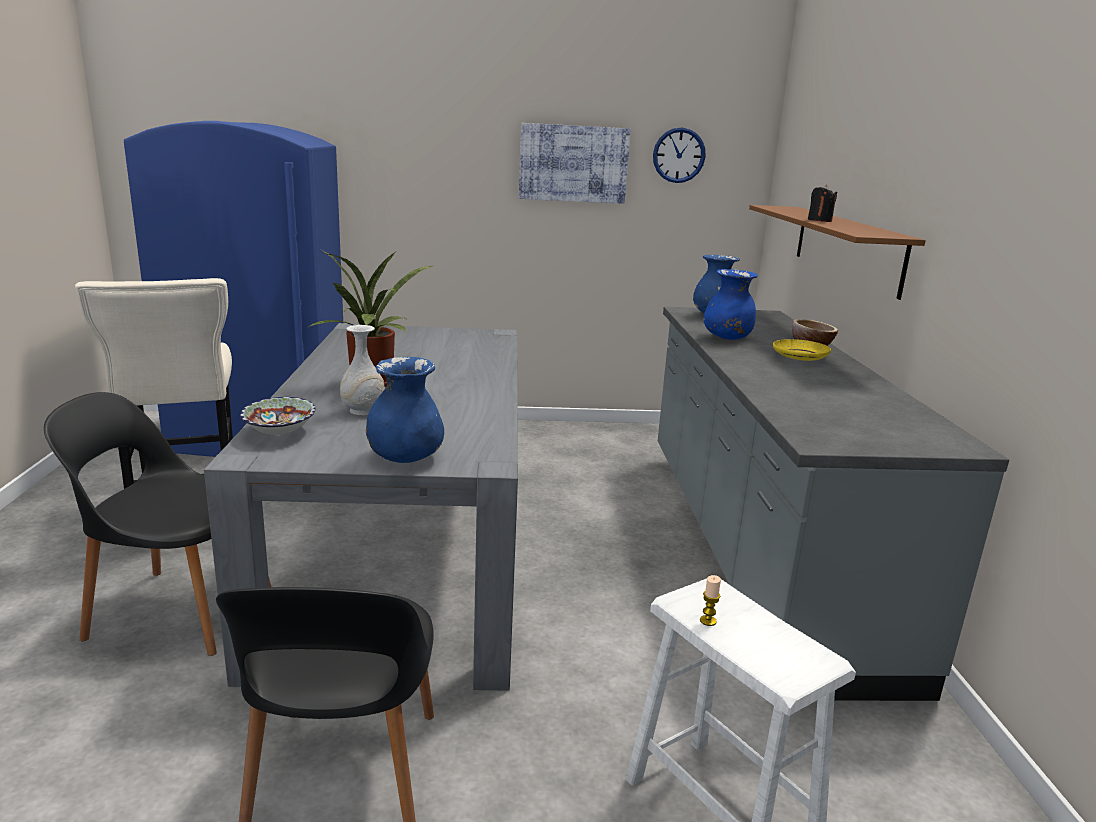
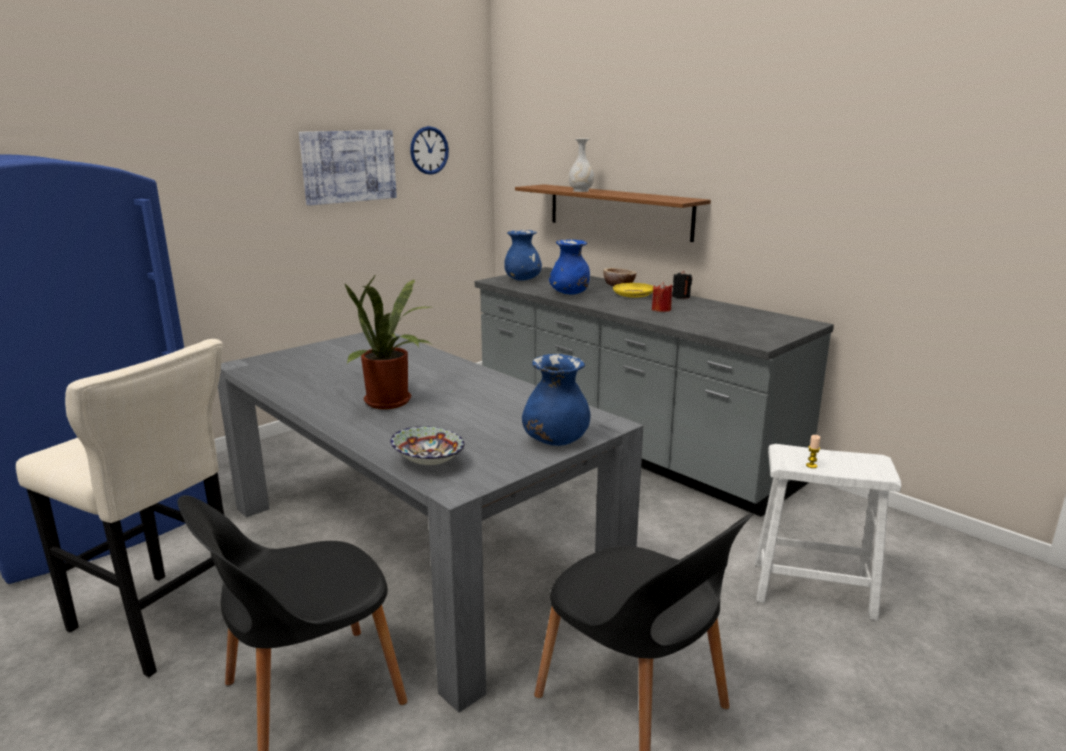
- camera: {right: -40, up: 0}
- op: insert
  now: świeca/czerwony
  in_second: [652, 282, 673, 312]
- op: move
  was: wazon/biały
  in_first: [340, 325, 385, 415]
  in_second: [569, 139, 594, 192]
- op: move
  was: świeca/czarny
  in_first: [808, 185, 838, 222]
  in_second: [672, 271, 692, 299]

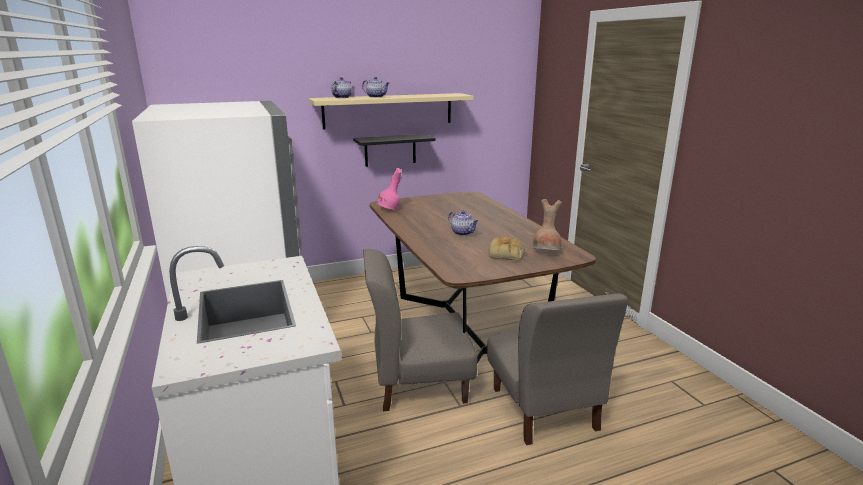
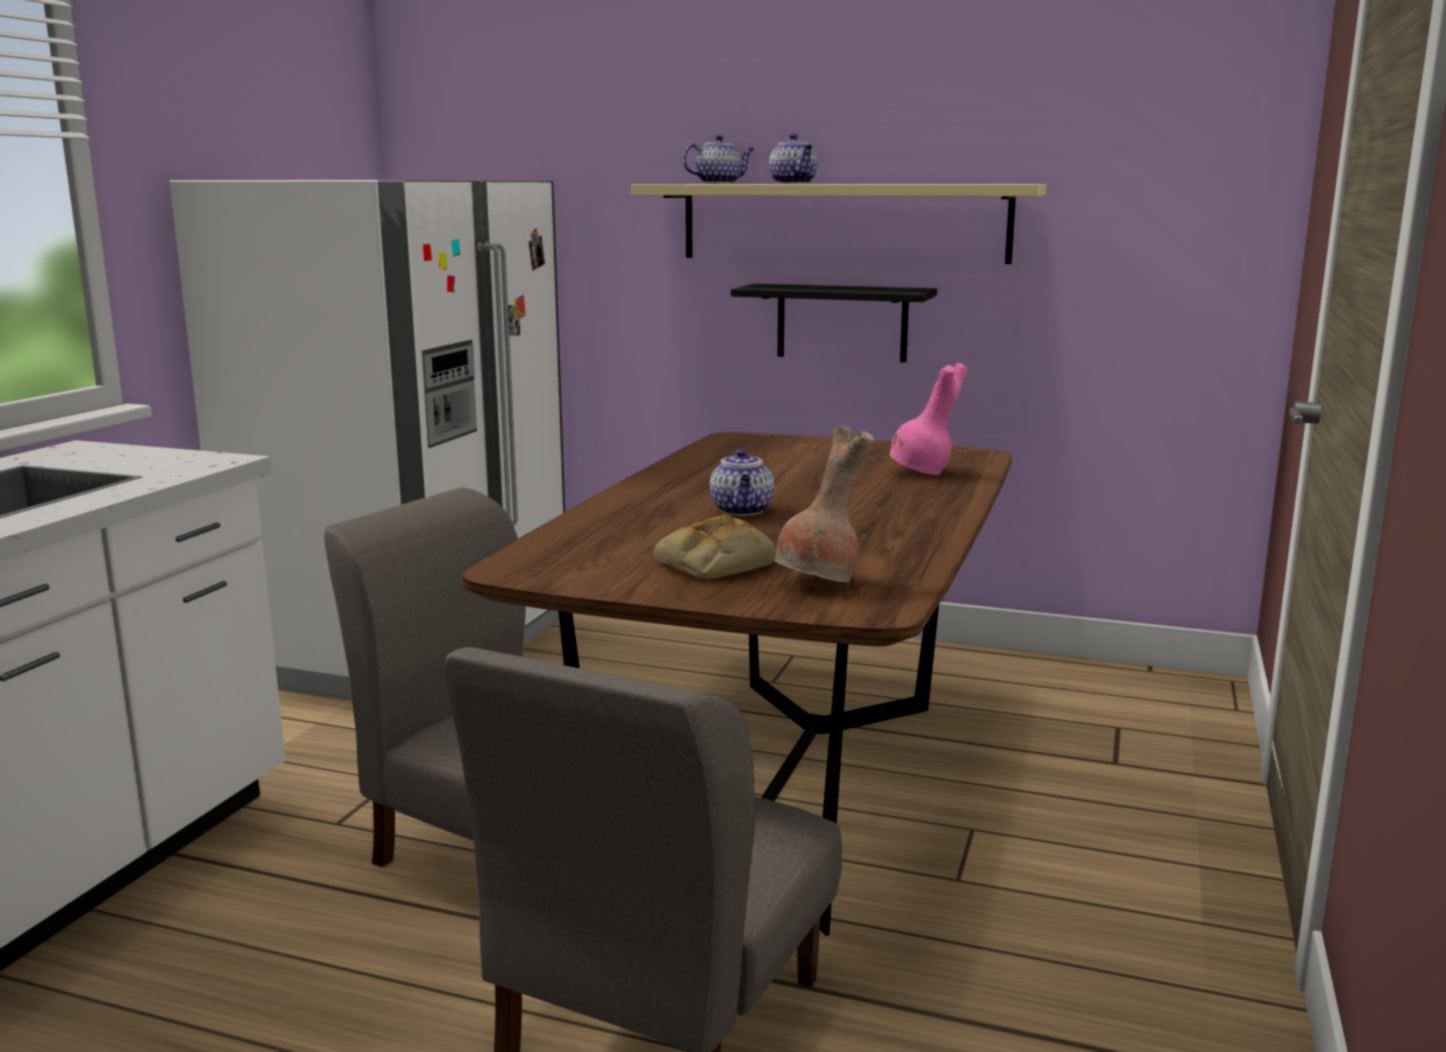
- camera: {right: 40, up: -5}
- op: move
  was: wazon/różowy
  in_first: [377, 168, 401, 210]
  in_second: [890, 363, 968, 475]

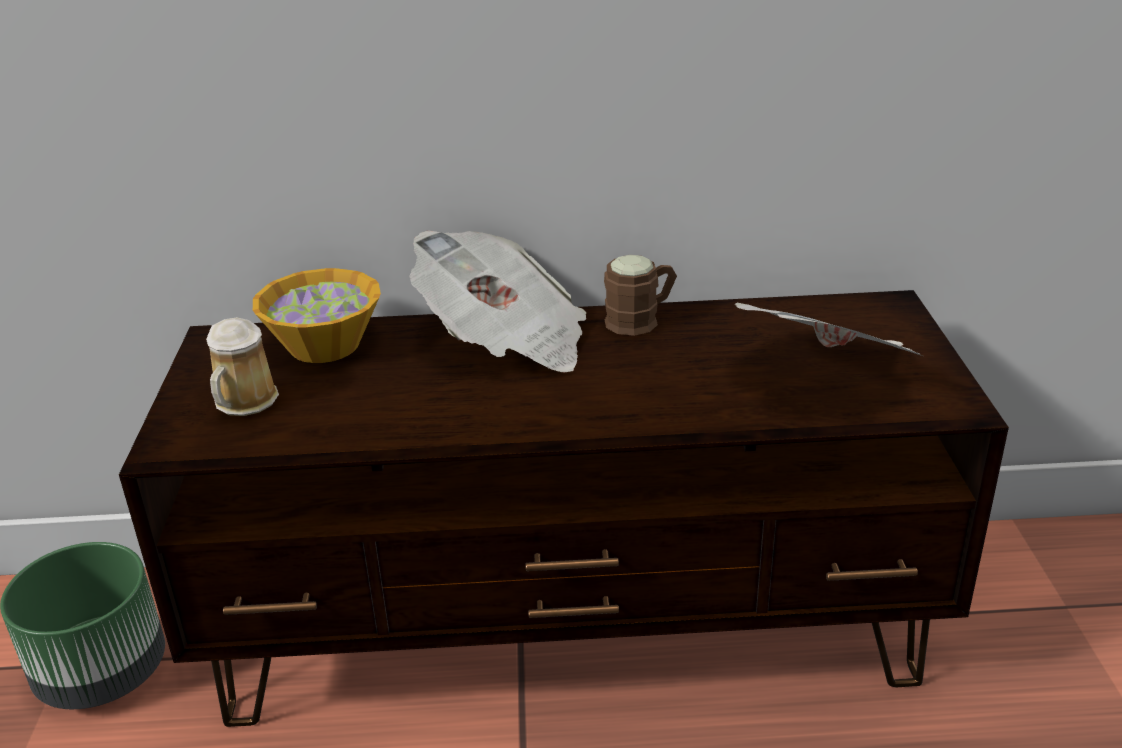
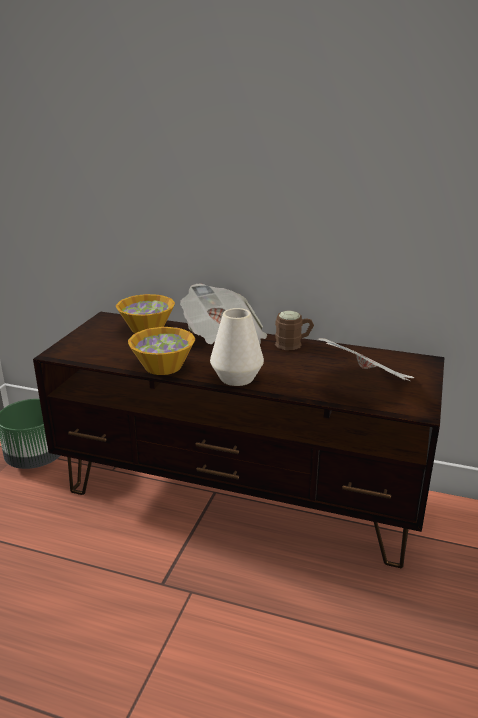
- camera: {right: 20, up: -5}
- op: delete
  was: kubek
  in_first: [206, 317, 279, 416]
- op: insert
  now: miska
  in_second: [128, 327, 195, 375]
- op: insert
  now: wazon/biały
  in_second: [210, 308, 264, 386]

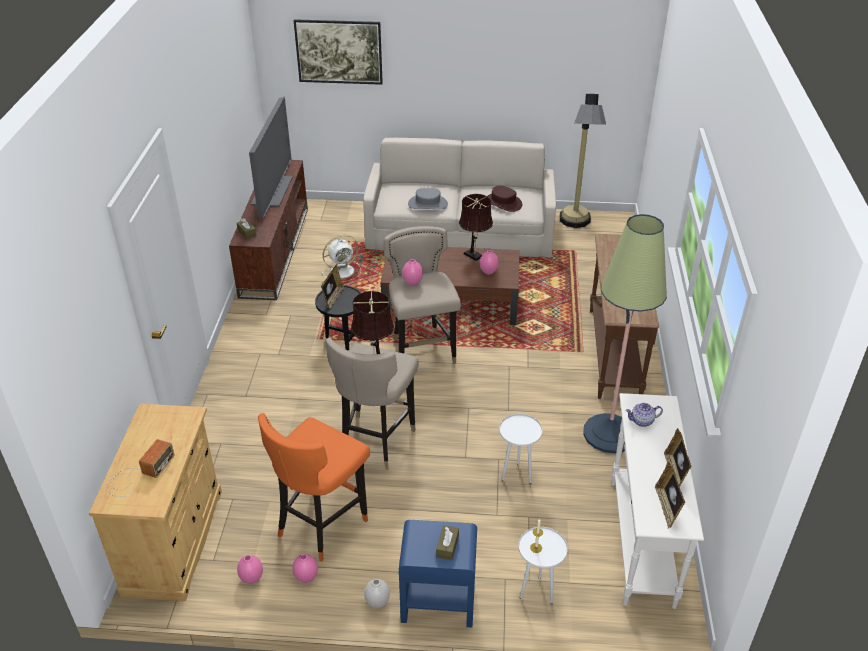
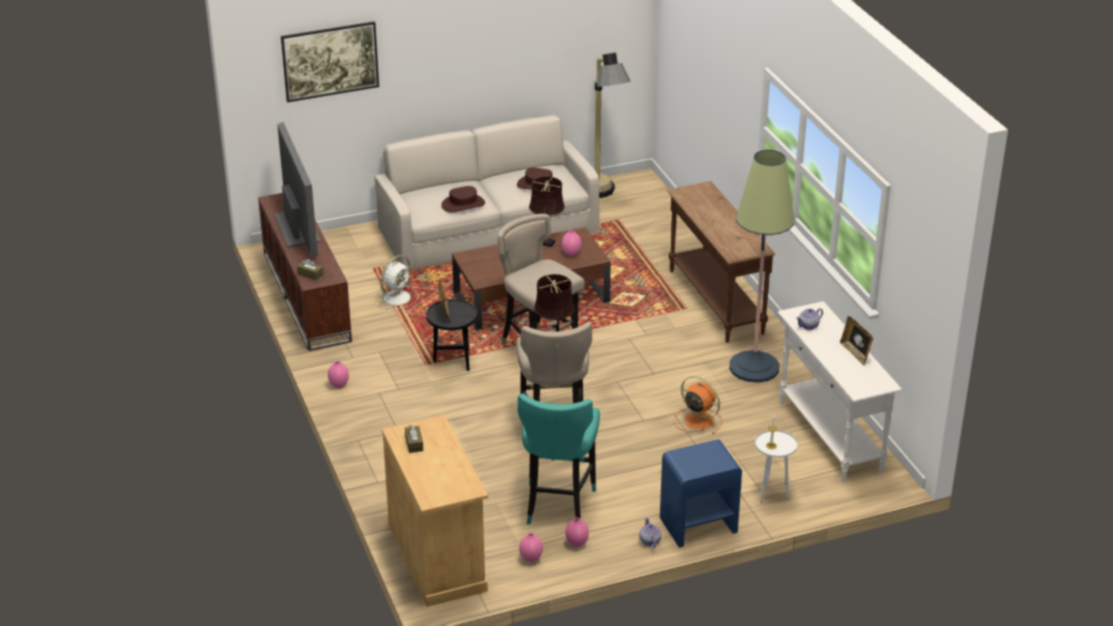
- camera: {right: -25, up: -5}
- op: delete
  was: radio
  in_first: [106, 439, 175, 497]
- op: delete
  was: ramka na zdjęcie
  in_first: [655, 462, 685, 528]
- op: move
  was: wazon/różowy
  in_first: [402, 259, 423, 286]
  in_second: [328, 361, 349, 388]
- op: move
  was: pudełko chusteczek/brązowy
  in_first: [436, 525, 459, 560]
  in_second: [405, 425, 423, 453]
- op: replace
  was: wazon/biały
  now: imbryk
  in_first: [364, 579, 390, 608]
  in_second: [639, 518, 661, 548]
- op: replace
  was: stolik/biały
  now: wentylator/pomarańczowy
  in_first: [499, 414, 542, 484]
  in_second: [674, 376, 722, 434]
- op: recolor
  was: stołek/pomarańczowy
  now: stołek/turkusowy
  in_first: [258, 413, 370, 561]
  in_second: [518, 393, 600, 525]
- op: recolor
  was: kapelusz/szary
  now: kapelusz/brązowy
  in_first: [408, 188, 448, 209]
  in_second: [441, 186, 485, 213]

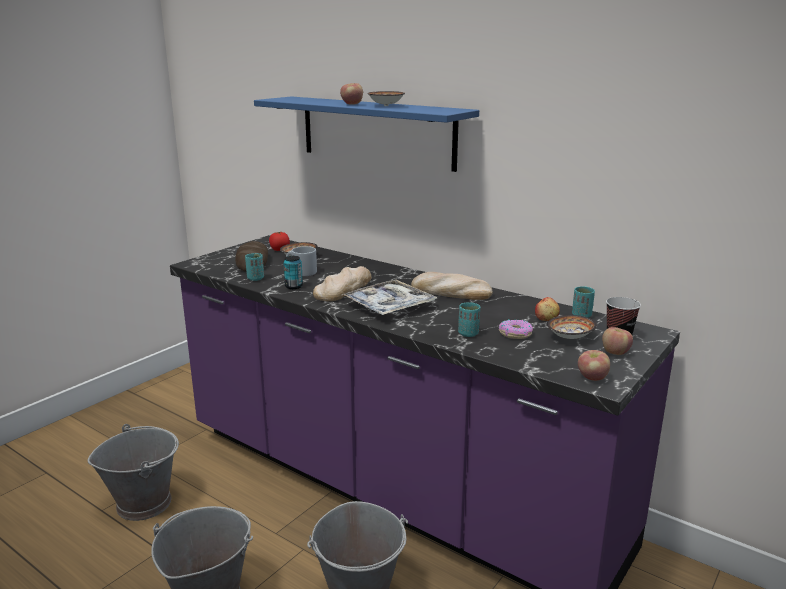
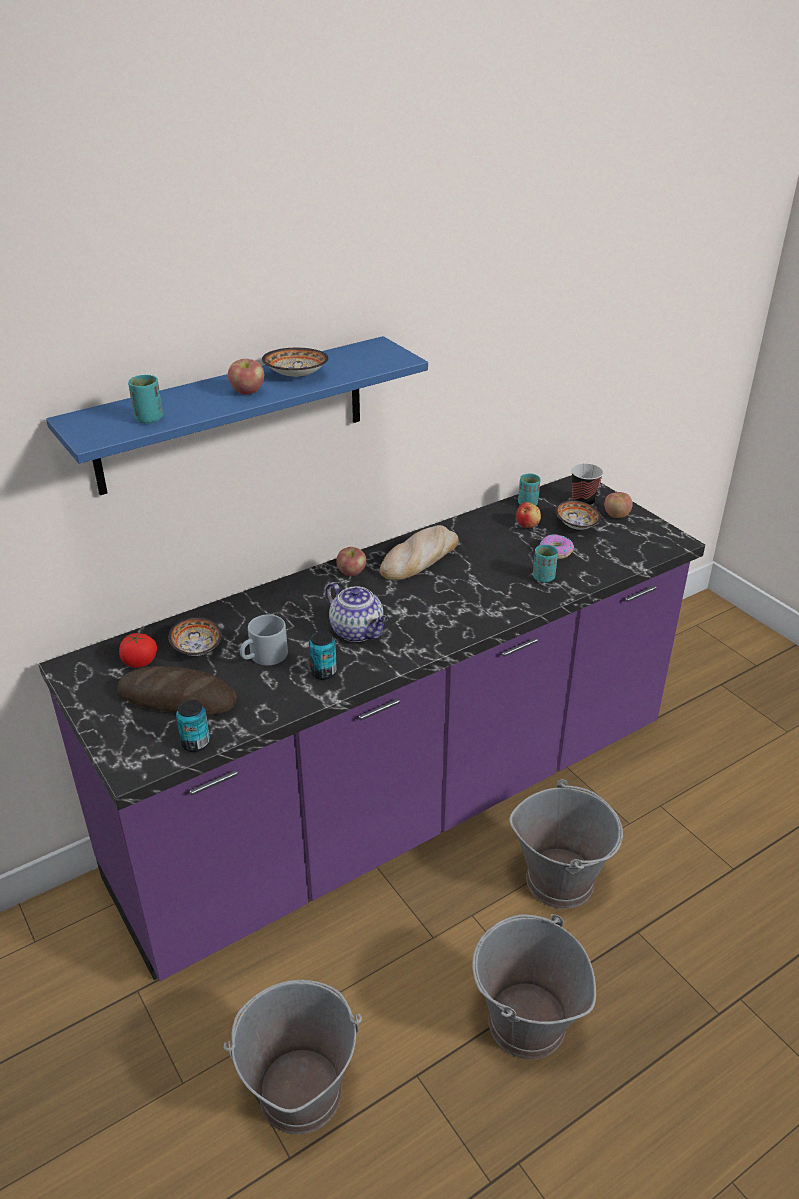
- camera: {right: -70, up: 15}
- op: delete
  was: taca
  in_first: [342, 279, 437, 315]
- op: insert
  now: puszka
  in_second: [176, 700, 210, 752]
- op: move
  was: filiżanka/turkusowy
  in_first: [245, 253, 264, 281]
  in_second: [128, 375, 163, 424]
- op: move
  was: jabłko
  in_first: [578, 350, 610, 381]
  in_second: [336, 547, 367, 576]
- op: replace
  was: chleb
  now: imbryk
  in_first: [313, 266, 372, 301]
  in_second: [326, 582, 388, 642]

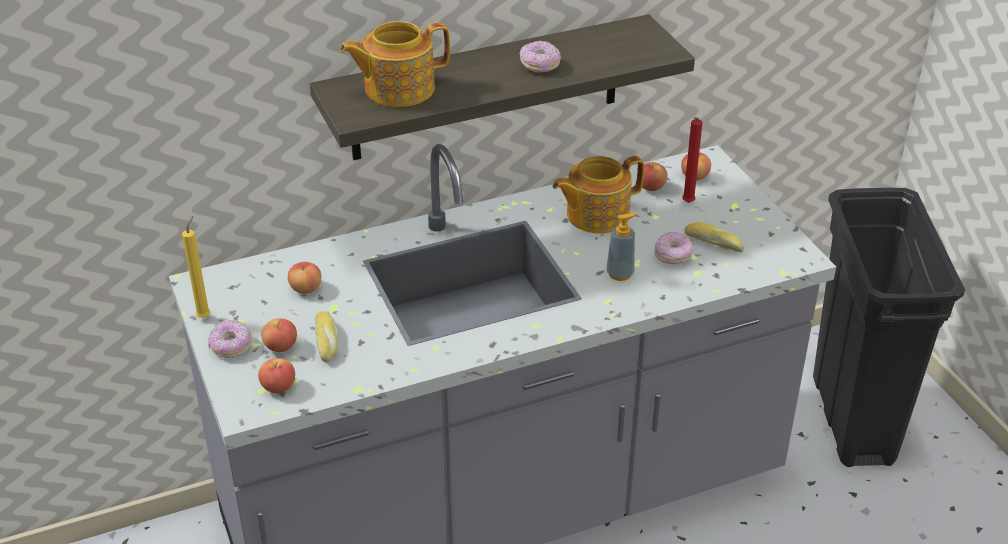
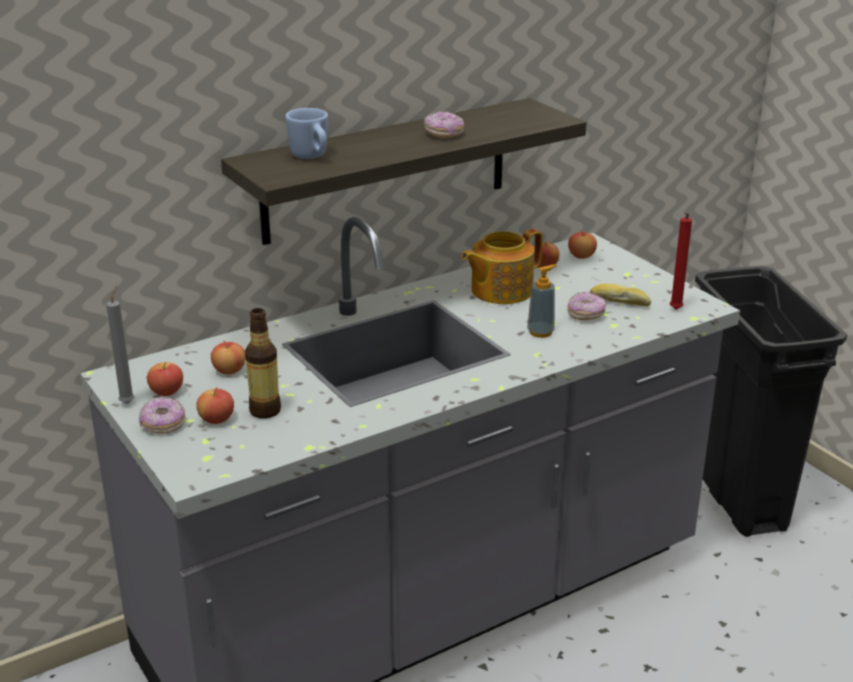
- camera: {right: -10, up: -10}
- op: move
  was: jabłko
  in_first: [258, 358, 295, 393]
  in_second: [147, 362, 183, 396]
- op: move
  was: świeca/czerwony
  in_first: [682, 117, 703, 203]
  in_second: [670, 213, 692, 309]
- op: replace
  was: chleb
  now: butelka
  in_first: [315, 311, 339, 363]
  in_second: [245, 308, 281, 419]
- op: replace
  was: imbryk
  now: kubek/niebieski
  in_first: [340, 21, 450, 107]
  in_second: [285, 108, 328, 159]
- op: recolor
  was: świeca/żółty
  now: świeca/szary
  in_first: [182, 216, 211, 318]
  in_second: [106, 286, 134, 404]

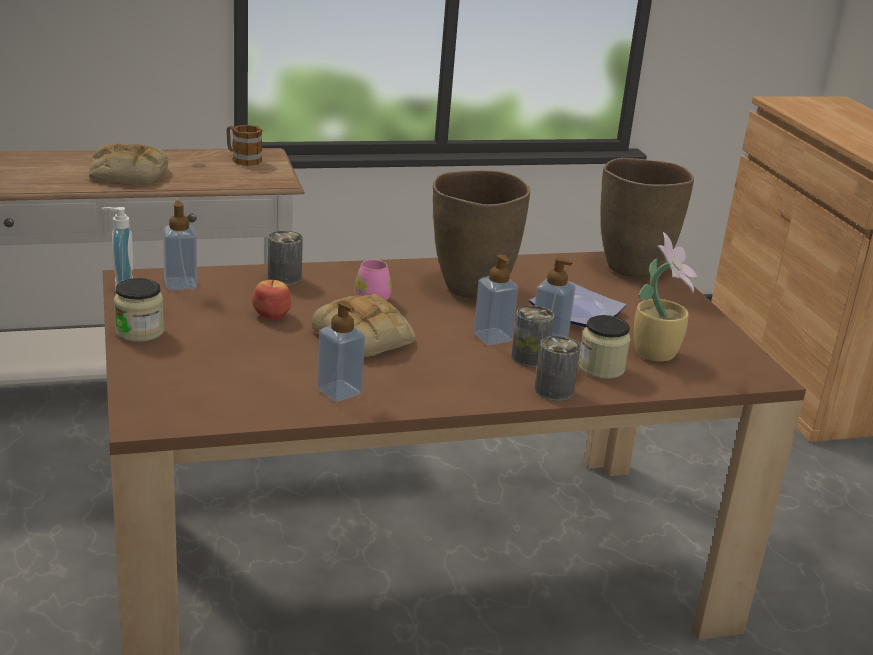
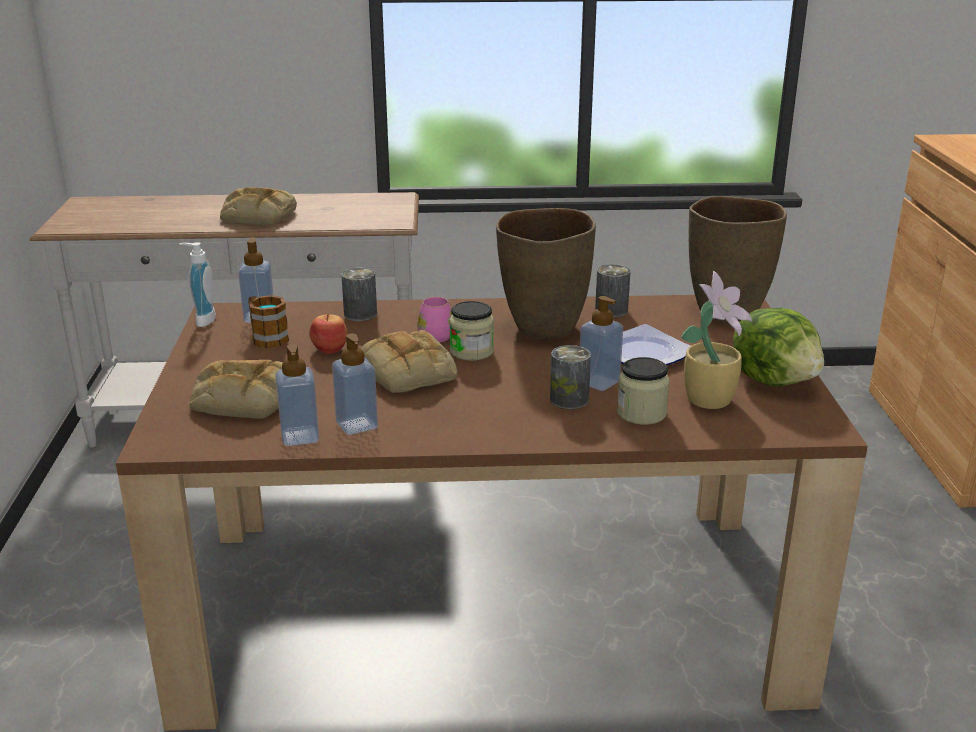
- camera: {right: 15, up: 0}
- op: insert
  now: chleb
  in_second: [189, 360, 283, 419]
- op: insert
  now: sałata
  in_second: [733, 308, 824, 386]
- op: move
  was: słoik
  in_first: [114, 278, 164, 342]
  in_second: [449, 301, 494, 361]
- op: move
  was: kubek
  in_first: [226, 125, 262, 166]
  in_second: [248, 295, 289, 348]
- op: move
  was: dozownik mydła
  in_first: [473, 254, 519, 345]
  in_second: [275, 344, 319, 446]
- op: move
  was: puszka
  in_first: [534, 336, 581, 401]
  in_second: [595, 264, 630, 318]

